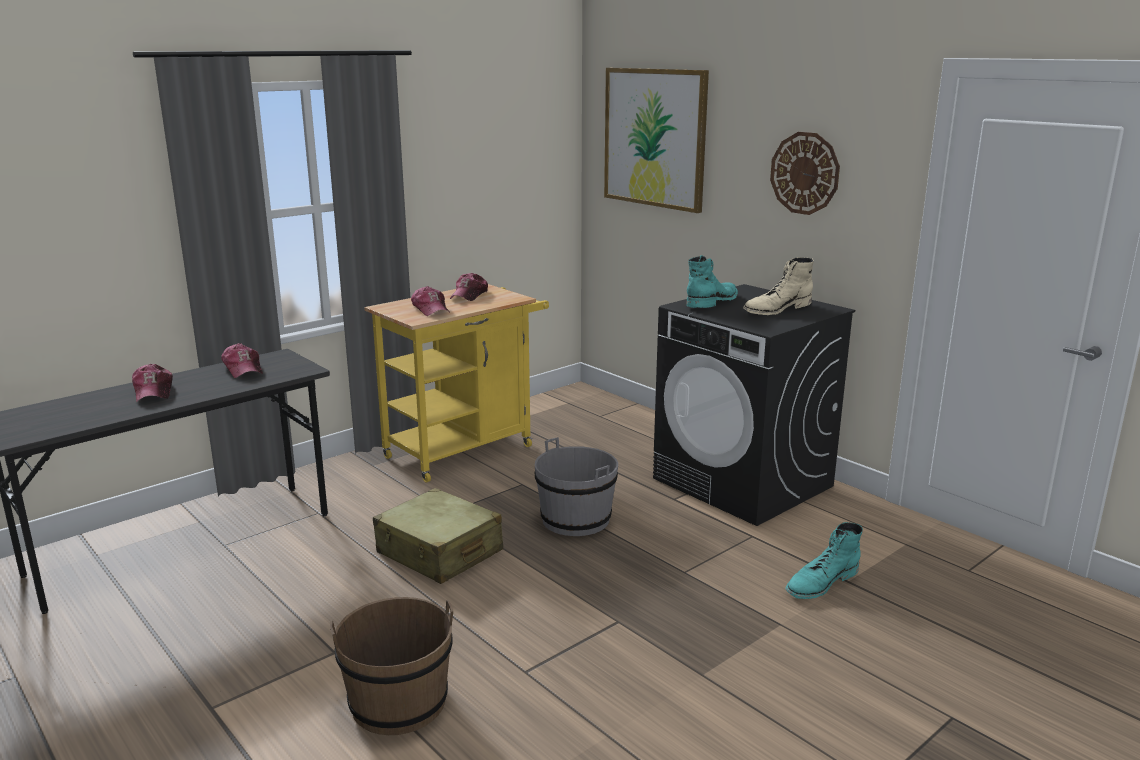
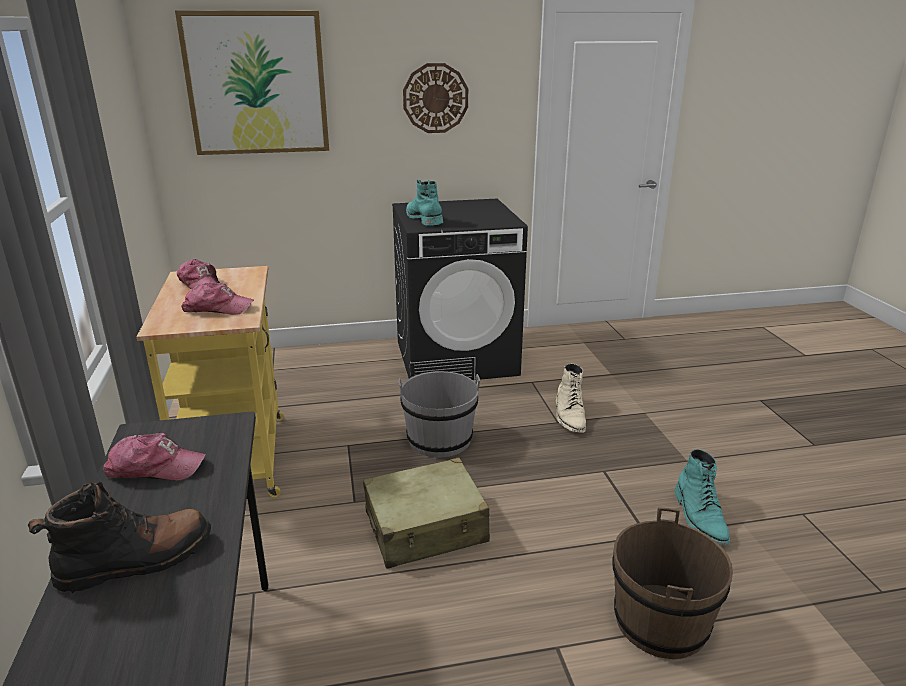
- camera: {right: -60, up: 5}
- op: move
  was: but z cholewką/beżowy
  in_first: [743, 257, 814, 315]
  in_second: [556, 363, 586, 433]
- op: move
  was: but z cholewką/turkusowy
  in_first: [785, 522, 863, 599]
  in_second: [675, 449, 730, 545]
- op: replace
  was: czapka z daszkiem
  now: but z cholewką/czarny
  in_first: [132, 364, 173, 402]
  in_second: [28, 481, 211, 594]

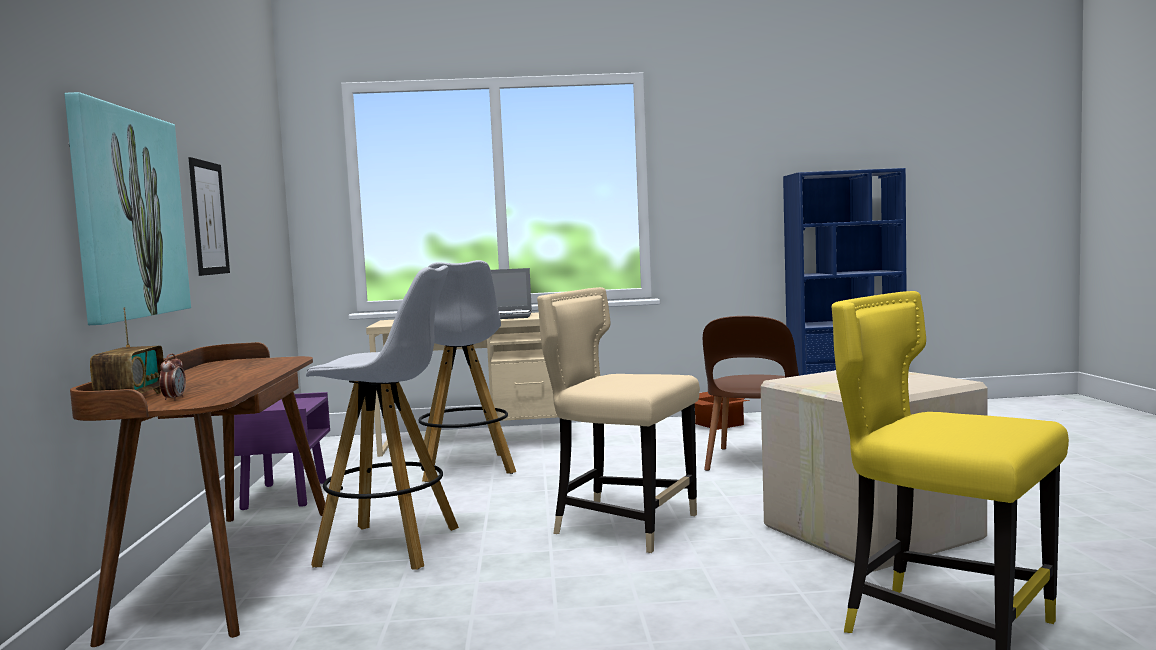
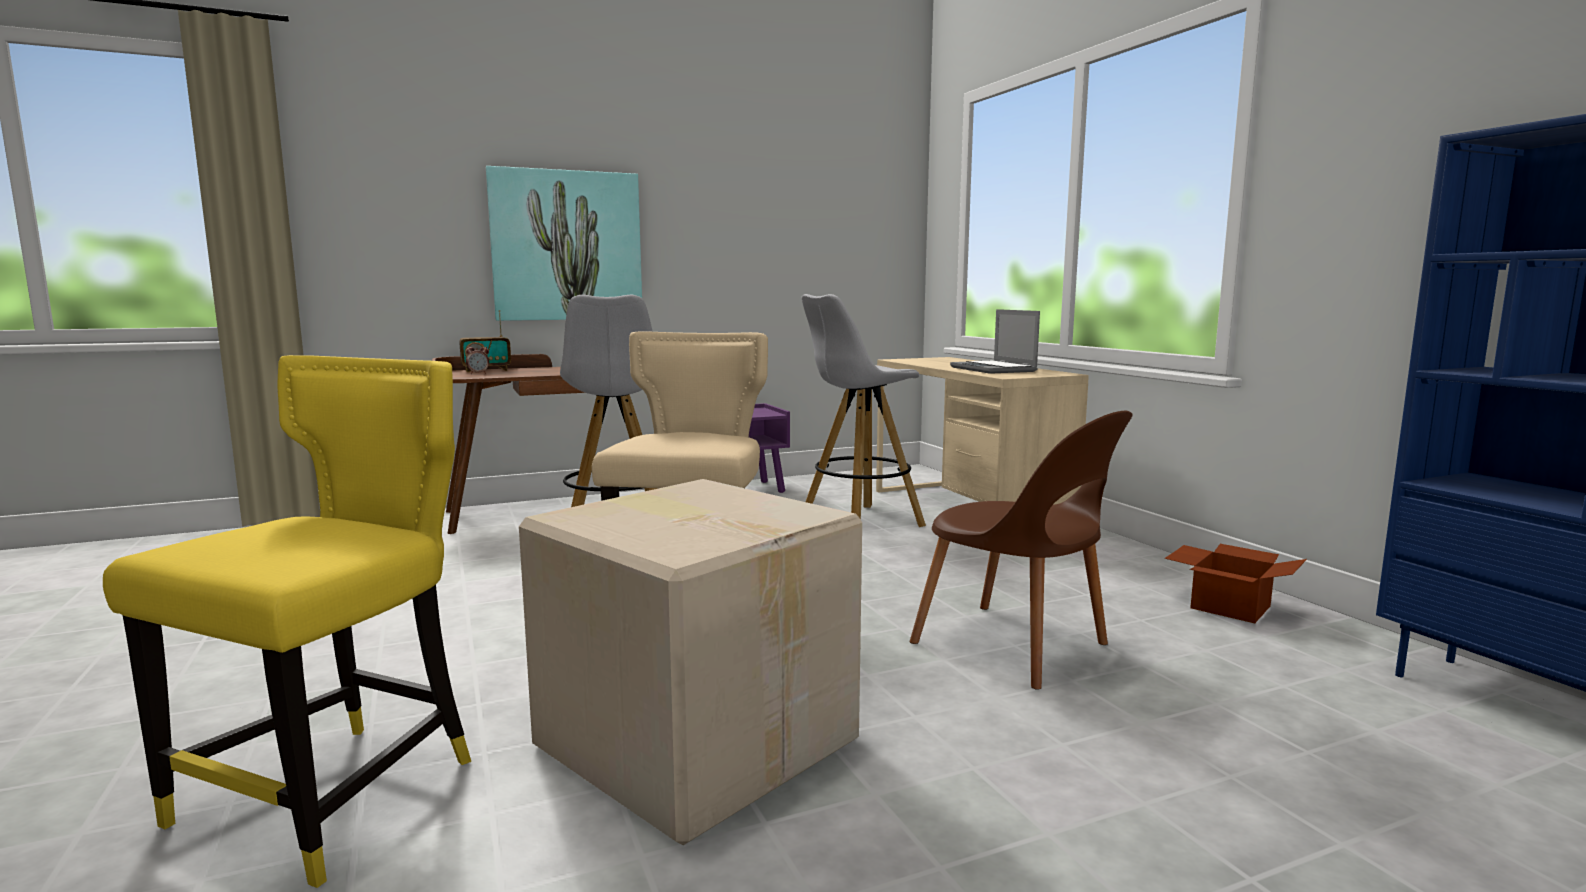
- camera: {right: 70, up: 5}
- op: delete
  was: obraz
  in_first: [189, 157, 230, 276]
- op: rotate
  was: krzesło/brązowy
  in_first: [703, 316, 799, 471]
  in_second: [910, 411, 1133, 690]
  clockwise: -135

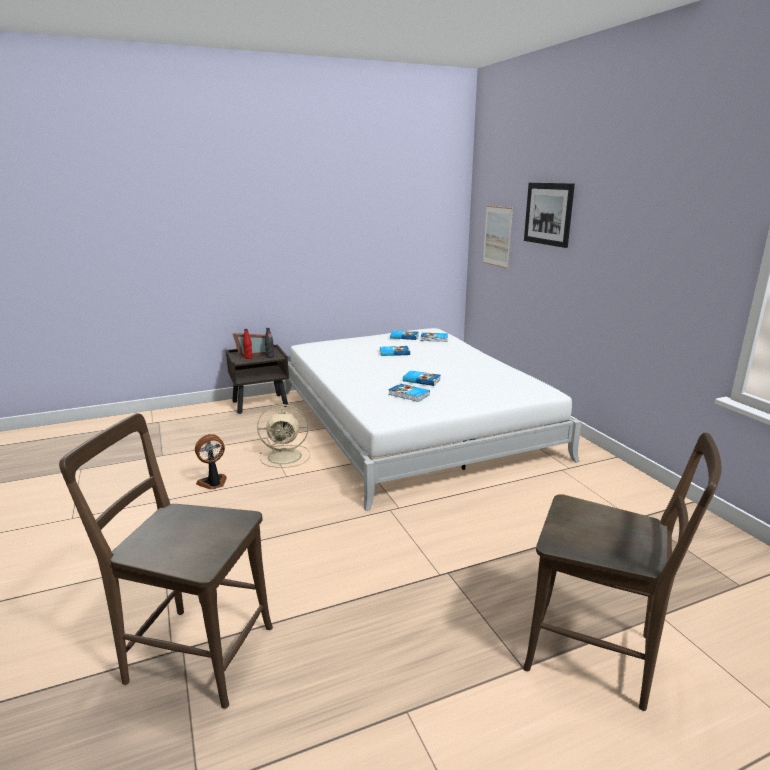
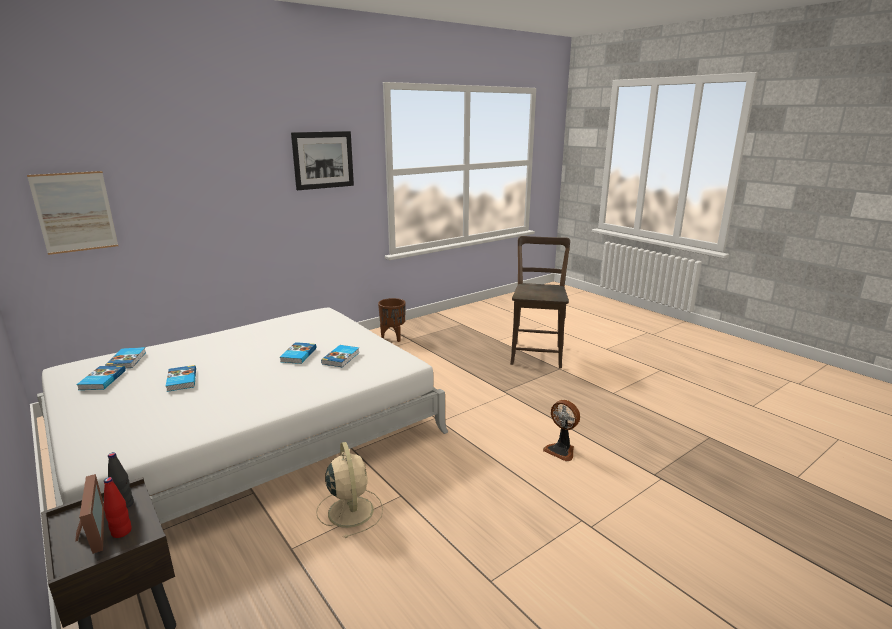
- camera: {right: -105, up: 0}
- op: delete
  was: krzesło/brązowy
  in_first: [59, 413, 273, 709]
- op: insert
  now: donica/brązowy
  in_second: [378, 298, 406, 342]
- op: move
  was: wentylator
  in_first: [195, 434, 227, 490]
  in_second: [543, 400, 580, 462]
- op: move
  was: obraz
  in_first: [524, 183, 575, 248]
  in_second: [291, 131, 354, 190]

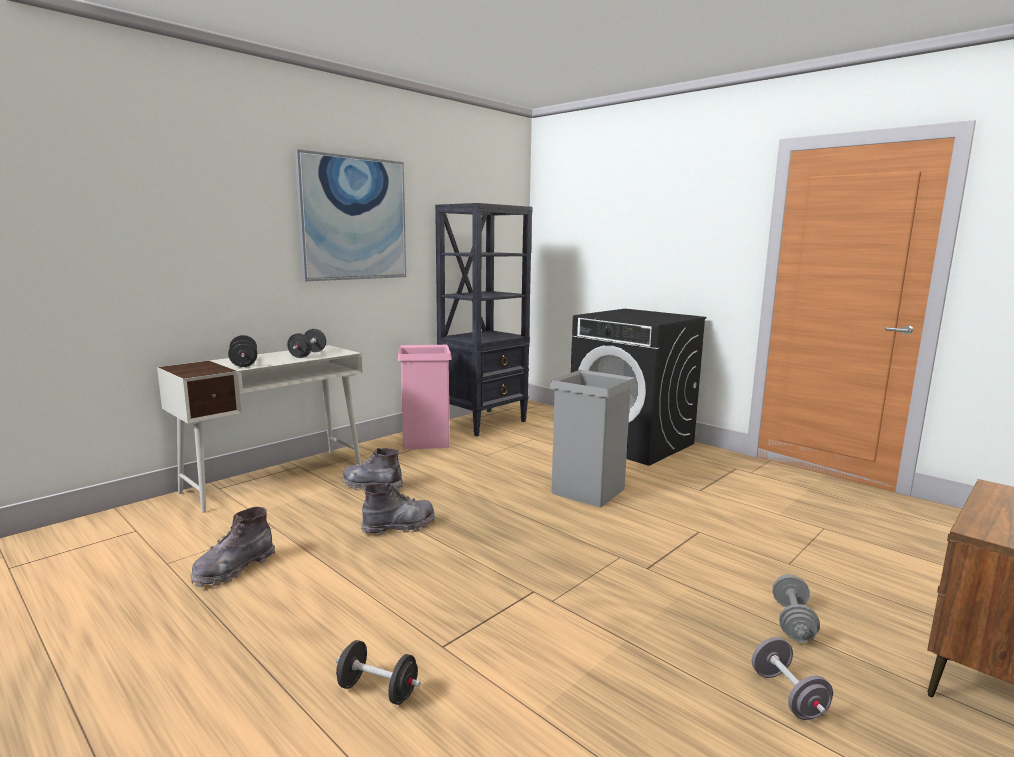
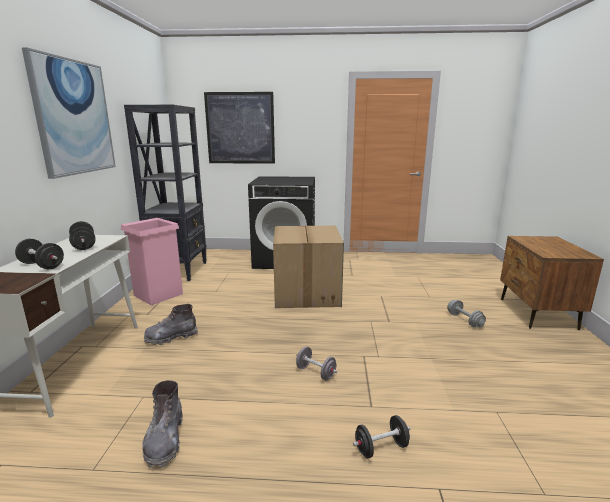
- camera: {right: -40, up: 5}
- op: delete
  was: but z cholewką/szary
  in_first: [361, 483, 435, 535]
- op: insert
  now: obraz
  in_second: [204, 92, 275, 164]
- op: move
  was: hantel/szary
  in_first: [752, 637, 833, 720]
  in_second: [296, 347, 337, 381]
- op: replace
  was: kosz na śmieci/szary
  now: karton
  in_first: [550, 370, 635, 507]
  in_second: [273, 226, 344, 308]

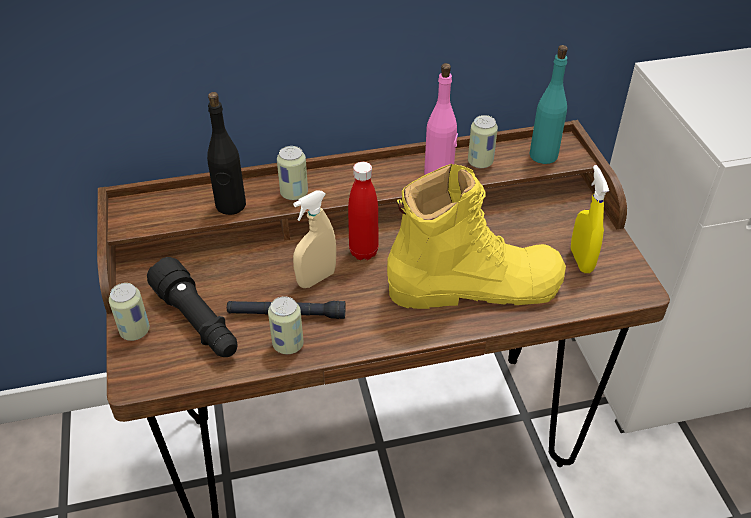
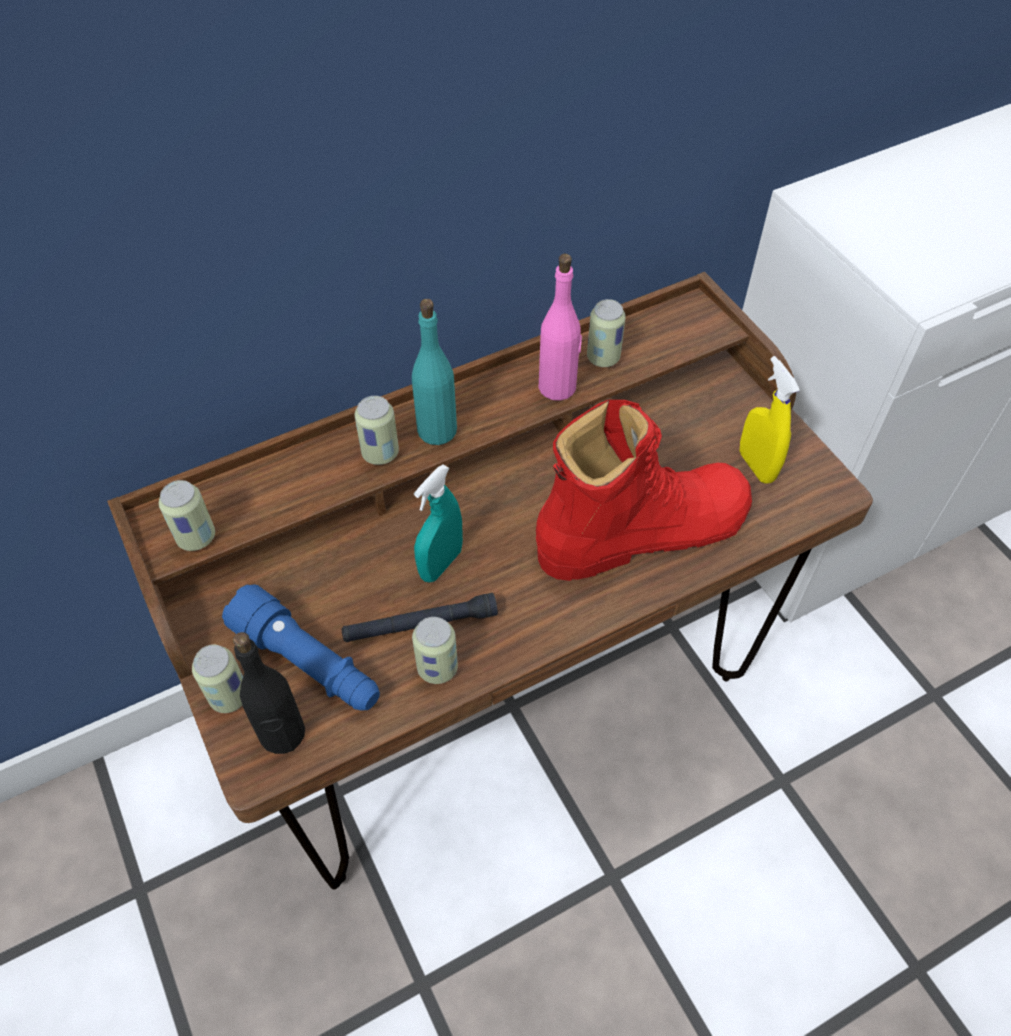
- camera: {right: -15, up: 10}
- op: delete
  was: butelka/czerwony
  in_first: [348, 162, 378, 260]
- op: insert
  now: puszka
  in_second: [159, 480, 215, 551]
- op: move
  was: butelka/czarny
  in_first: [207, 92, 246, 215]
  in_second: [233, 632, 305, 754]
- op: move
  was: butelka/turkusowy
  in_first: [530, 45, 568, 164]
  in_second: [412, 299, 457, 445]
- op: recolor
  was: latarka/czarny
  now: latarka/niebieski
  in_first: [147, 257, 237, 357]
  in_second: [222, 584, 380, 710]
- op: recolor
  was: spryskiwacz/beżowy
  now: spryskiwacz/turkusowy
  in_first: [293, 190, 336, 288]
  in_second: [414, 465, 463, 583]
- op: recolor
  was: but z cholewką/żółty
  now: but z cholewką/czerwony
  in_first: [387, 164, 566, 309]
  in_second: [536, 400, 752, 581]

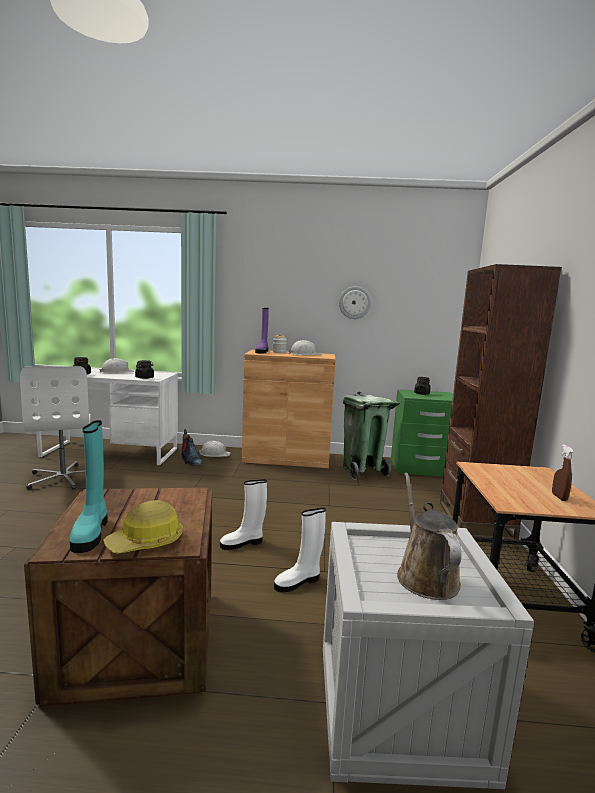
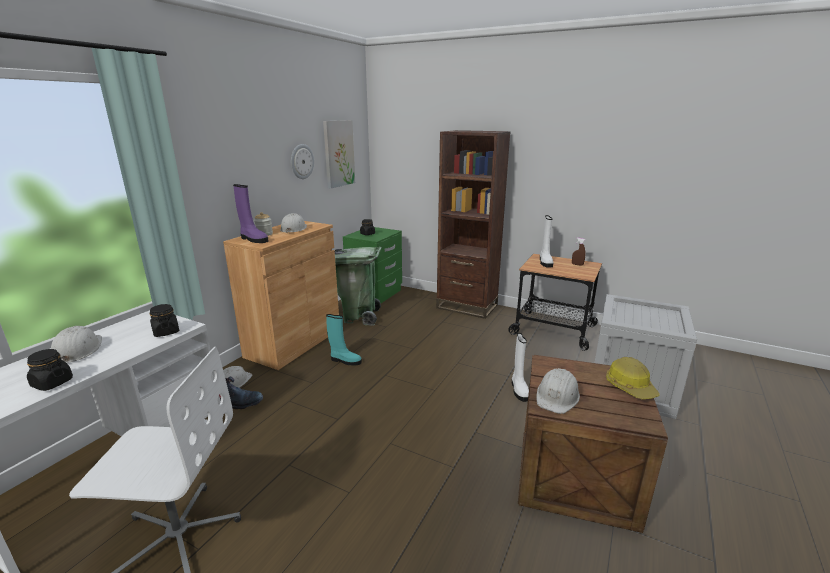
- camera: {right: -65, up: 10}
- op: delete
  was: konewka/brązowy
  in_first: [397, 473, 462, 600]
- op: insert
  now: obraz
  in_second: [323, 120, 355, 188]
- op: insert
  now: kask/biały
  in_second: [536, 368, 580, 414]
- op: move
  was: but z cholewką/turkusowy
  in_first: [70, 420, 108, 553]
  in_second: [326, 314, 362, 365]
- op: move
  was: but z cholewką/biały
  in_first: [220, 479, 267, 550]
  in_second: [540, 215, 553, 268]

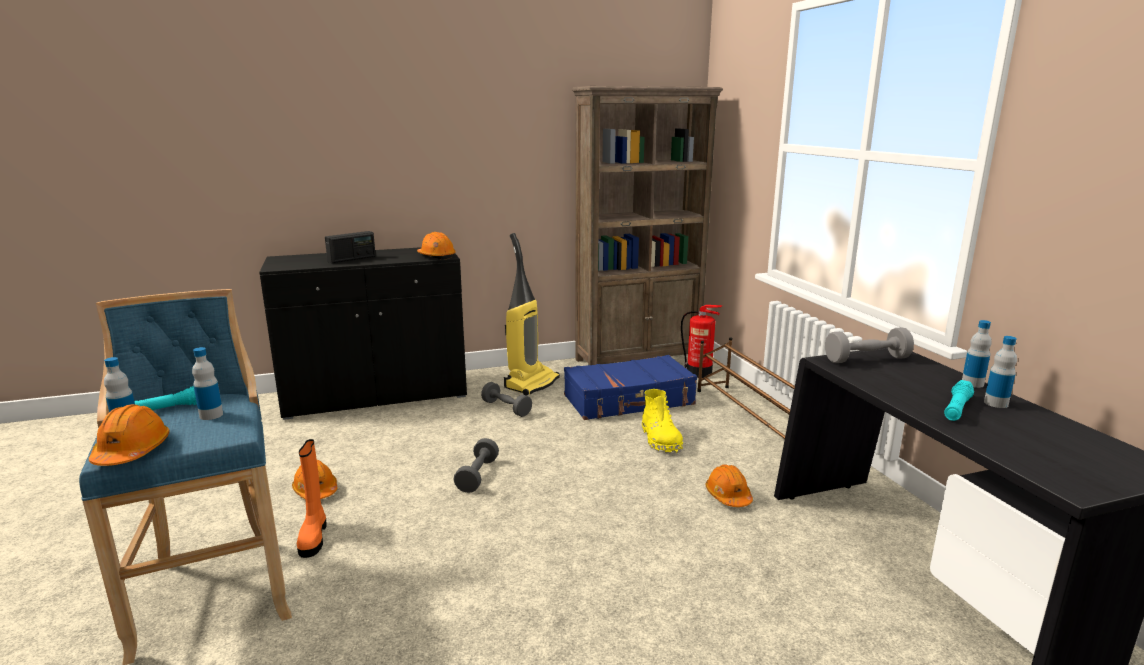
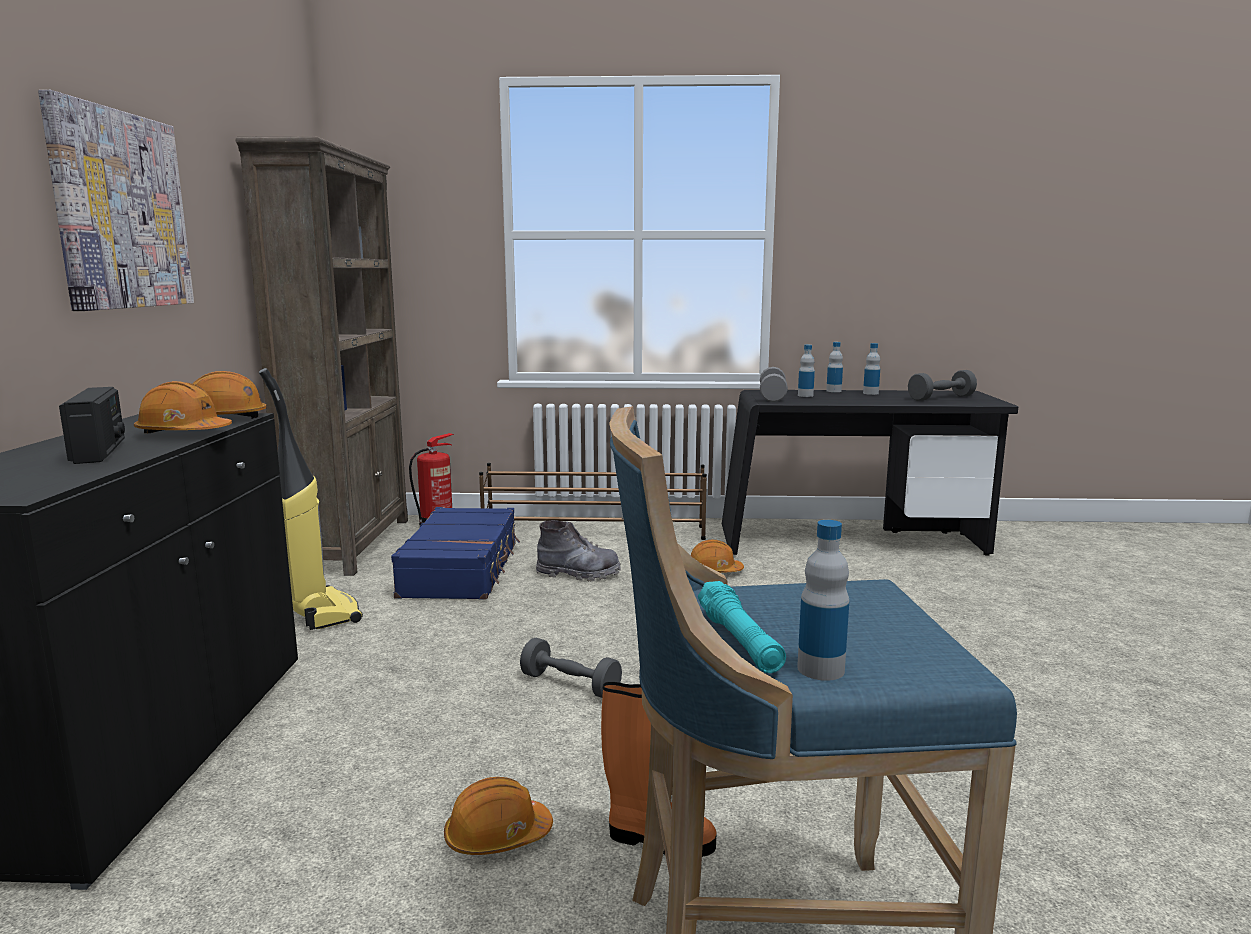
- camera: {right: -70, up: -5}
- op: delete
  was: latarka/turkusowy
  in_first: [944, 380, 974, 421]
- op: insert
  now: obraz
  in_second: [38, 90, 194, 311]
- op: move
  was: kask/pomarańczowy
  in_first: [89, 404, 170, 466]
  in_second: [134, 381, 232, 434]
- op: move
  was: butelka
  in_first: [192, 347, 223, 420]
  in_second: [798, 345, 815, 397]
- op: move
  was: hantel/szary
  in_first: [481, 382, 532, 417]
  in_second: [908, 370, 977, 401]
- op: recolor
  was: but z cholewką/żółty
  now: but z cholewką/szary
  in_first: [642, 389, 683, 453]
  in_second: [536, 520, 621, 581]

